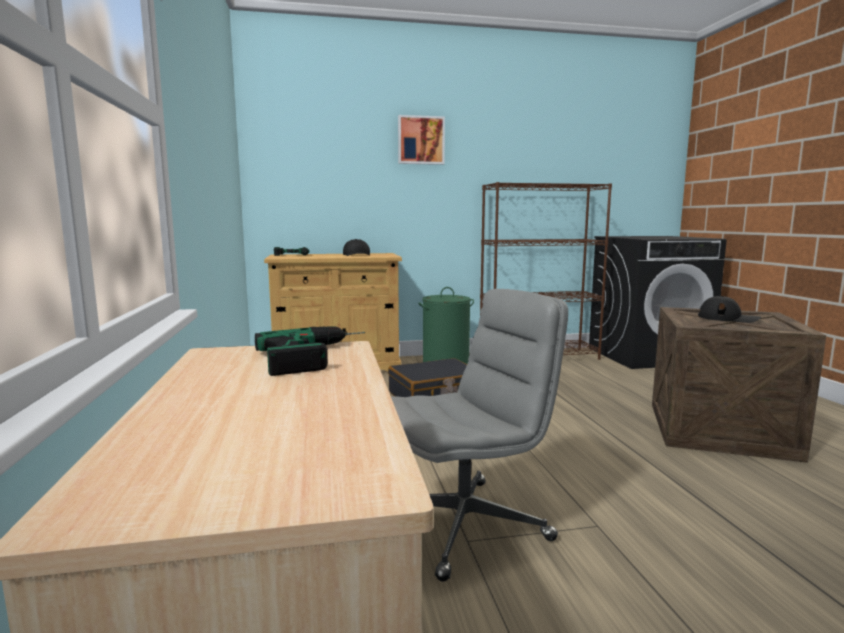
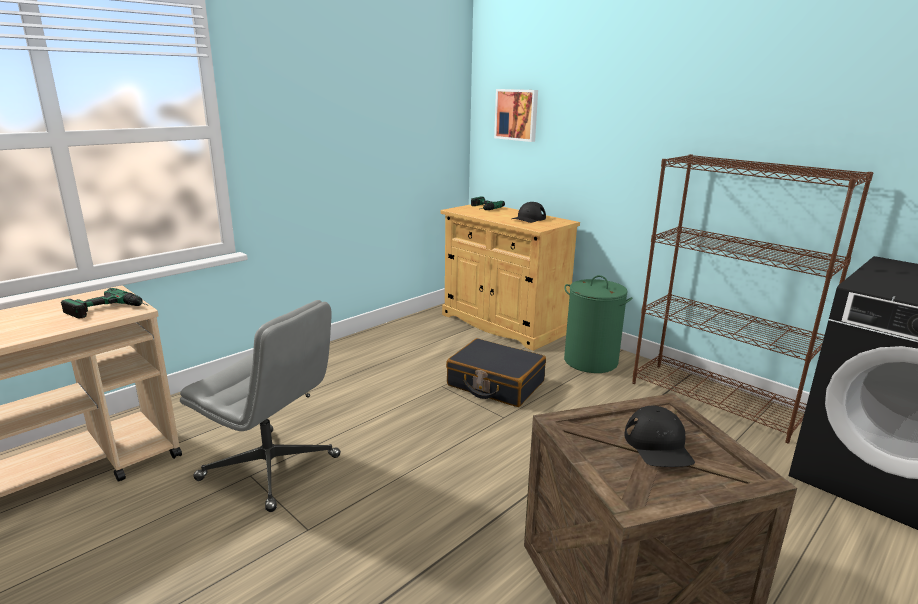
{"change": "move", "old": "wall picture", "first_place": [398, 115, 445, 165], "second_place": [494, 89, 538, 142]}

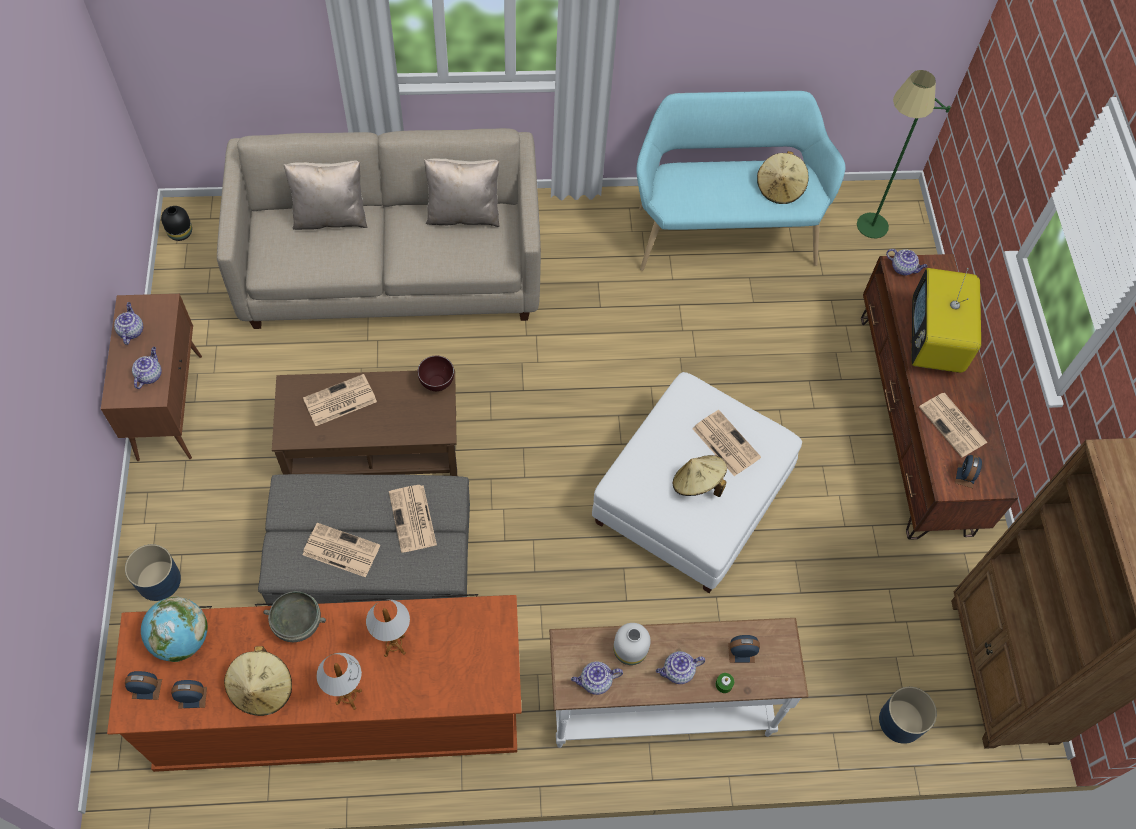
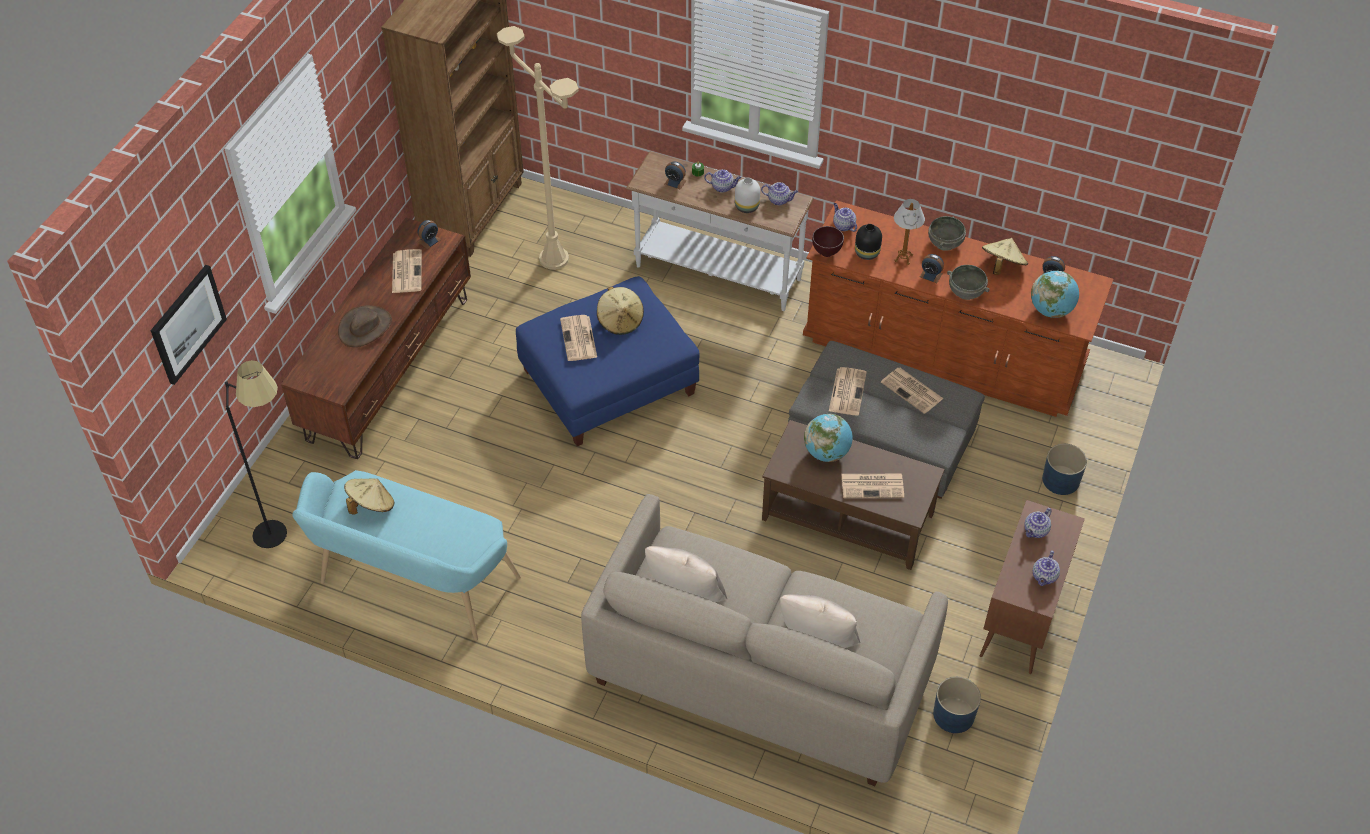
{"change": "recolor", "old": "greenish floor lamp", "new": "black floor lamp", "first_place": [857, 70, 951, 238], "second_place": [225, 360, 287, 548]}
{"change": "move", "old": "black flower vase", "first_place": [161, 206, 192, 241], "second_place": [855, 224, 882, 260]}
{"change": "move", "old": "teapot", "first_place": [886, 249, 928, 276], "second_place": [833, 203, 857, 232]}
{"change": "replace", "old": "TV", "new": "brown-coloured hat", "first_place": [911, 268, 981, 373], "second_place": [338, 305, 392, 347]}
{"change": "move", "old": "brown-coloured deep dish", "first_place": [418, 356, 454, 391], "second_place": [812, 226, 844, 257]}
{"change": "recolor", "old": "white-coloured pouffe", "new": "bluish pouffe", "first_place": [592, 372, 802, 593], "second_place": [516, 276, 700, 446]}
{"change": "replace", "old": "tabletop lamp", "new": "greyish deep dish", "first_place": [316, 653, 362, 710], "second_place": [928, 216, 966, 251]}
{"change": "move", "old": "alarm clock", "first_place": [125, 671, 162, 700], "second_place": [920, 254, 944, 283]}
{"change": "move", "old": "bluish planter", "first_place": [879, 687, 937, 744], "second_place": [933, 677, 981, 733]}
{"change": "insert", "new": "beige floor lamp", "second_place": [497, 26, 579, 270]}
{"change": "insert", "new": "wall picture", "second_place": [151, 265, 227, 385]}
{"change": "insert", "new": "desk globe", "second_place": [804, 414, 853, 462]}

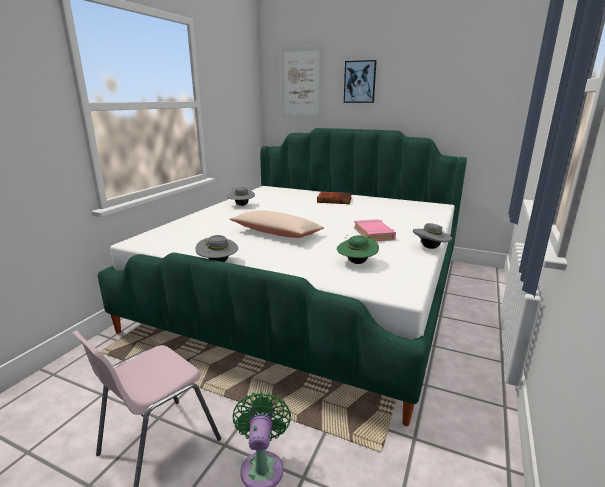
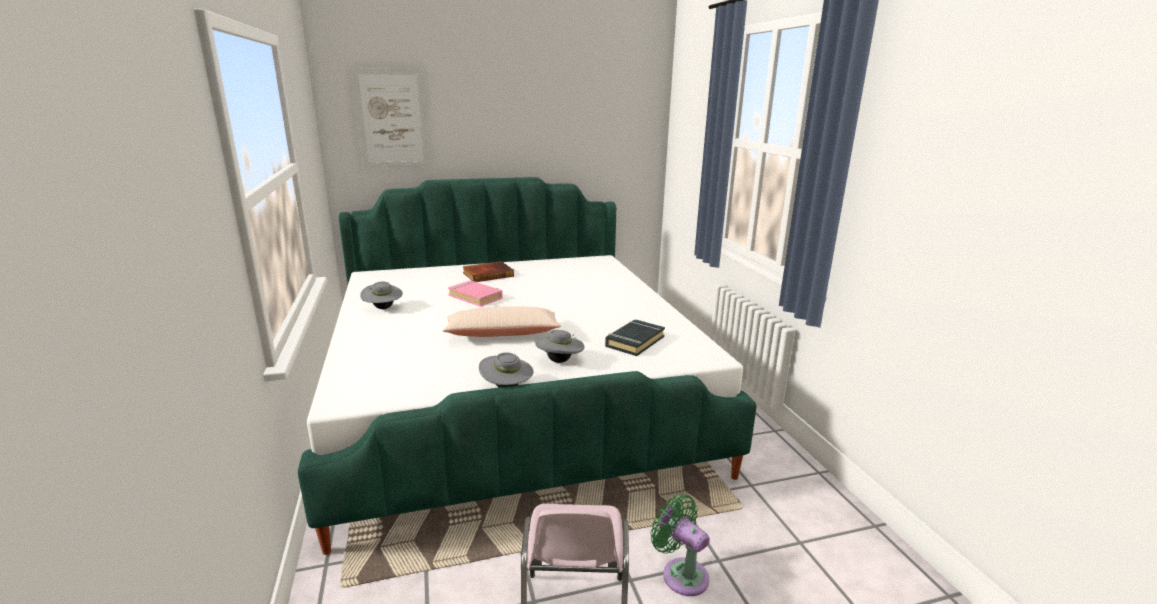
{"change": "delete", "old": "wall picture", "first_place": [344, 60, 377, 103]}
{"change": "move", "old": "pink volume", "first_place": [354, 219, 396, 242], "second_place": [448, 280, 503, 307]}
{"change": "move", "old": "greyish hat", "first_place": [413, 223, 452, 249], "second_place": [535, 330, 584, 363]}
{"change": "replace", "old": "greenish hat", "new": "black volume", "first_place": [337, 235, 379, 264], "second_place": [605, 319, 665, 356]}

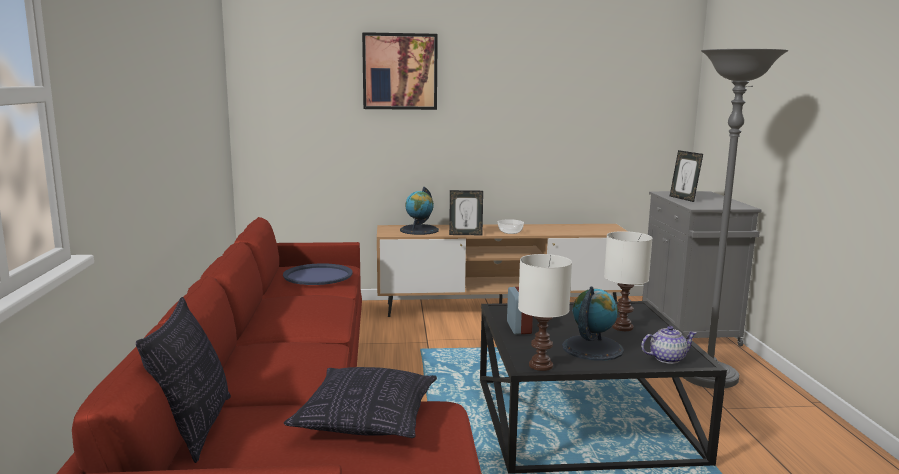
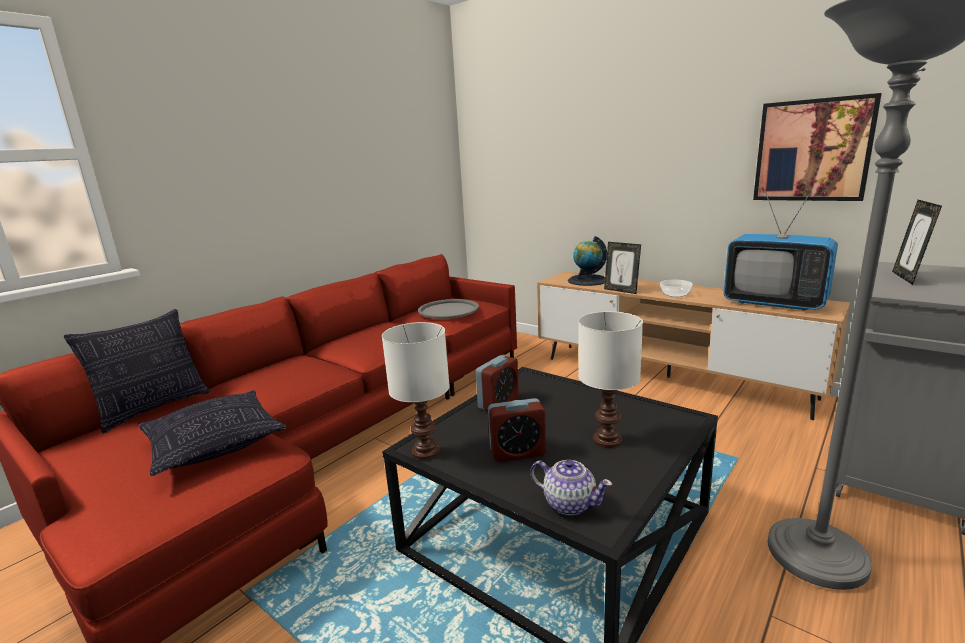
{"change": "move", "old": "wall picture", "first_place": [362, 32, 438, 110], "second_place": [753, 93, 882, 201]}
{"change": "recolor", "old": "bluish serving tray", "new": "greyish serving tray", "first_place": [283, 263, 353, 285], "second_place": [418, 299, 479, 319]}
{"change": "replace", "old": "desk globe", "new": "alarm clock", "first_place": [562, 287, 624, 361], "second_place": [488, 398, 546, 462]}
{"change": "insert", "new": "TV", "second_place": [724, 191, 838, 311]}

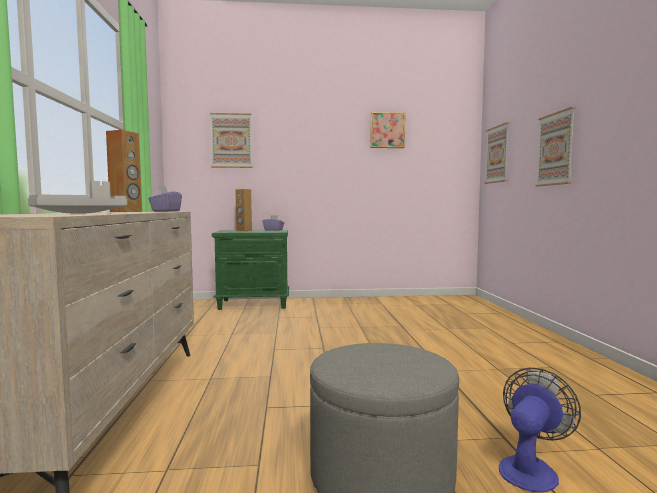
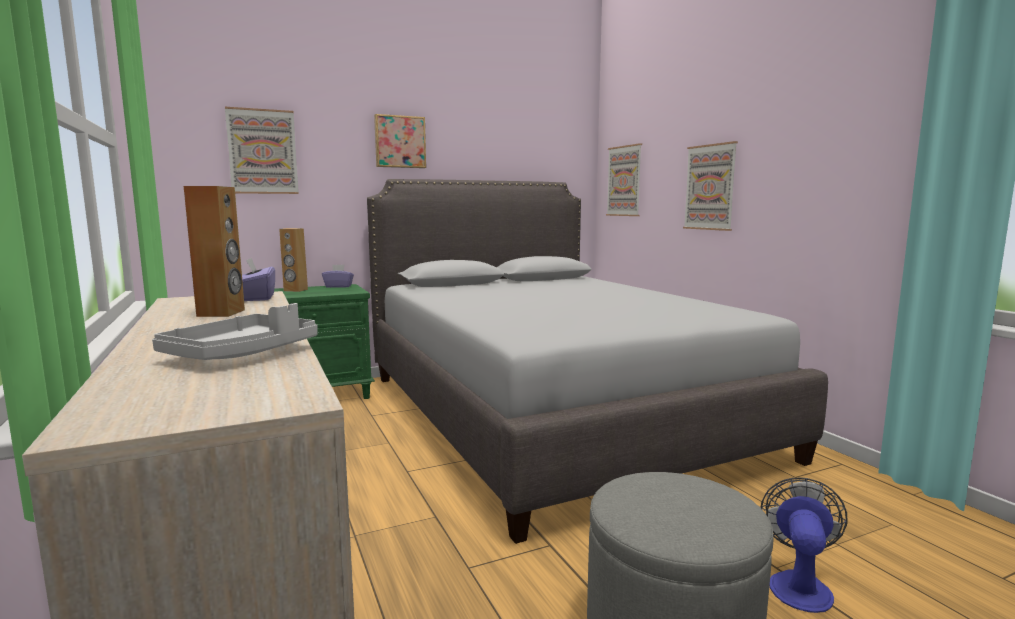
{"change": "move", "old": "wall picture", "first_place": [370, 112, 405, 148], "second_place": [374, 114, 426, 168]}
{"change": "insert", "new": "greyish sleeping bed", "second_place": [367, 179, 828, 544]}

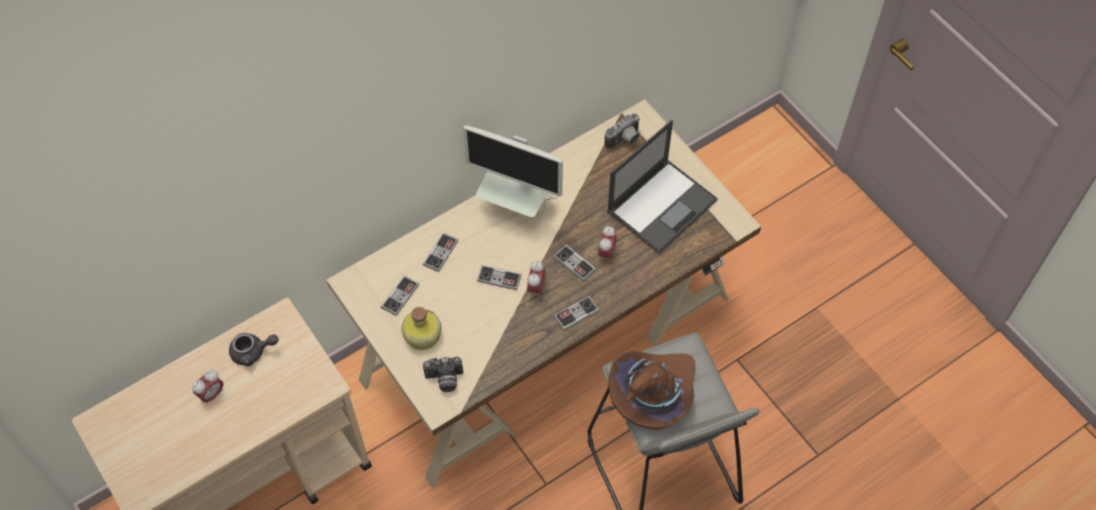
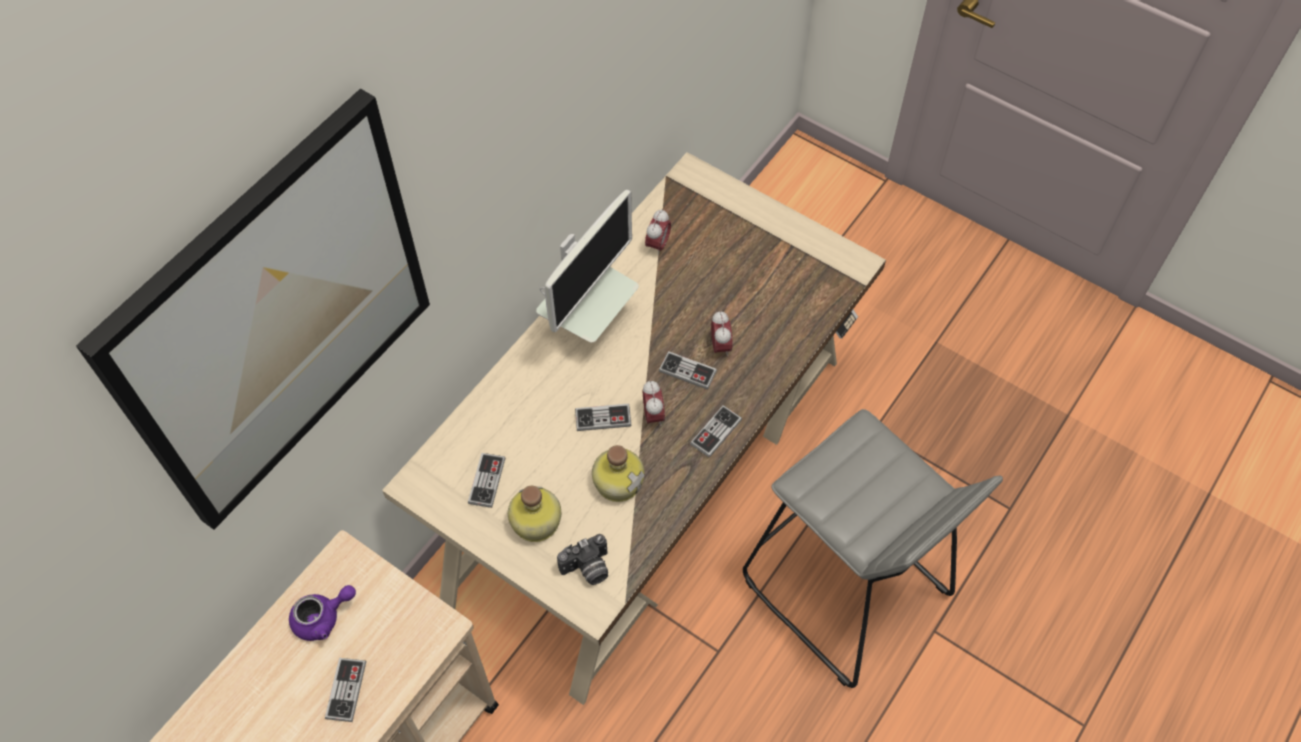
{"change": "delete", "old": "still camera", "first_place": [605, 114, 640, 149]}
{"change": "delete", "old": "portable computer", "first_place": [607, 120, 718, 253]}
{"change": "rotate", "old": "computer screen", "first_place": [463, 125, 563, 217], "second_place": [536, 190, 639, 342], "degrees": -60}
{"change": "move", "old": "joypad", "first_place": [423, 232, 458, 272], "second_place": [325, 658, 366, 722]}
{"change": "recolor", "old": "greyish teapot", "new": "purple-coloured teapot", "first_place": [229, 333, 279, 366], "second_place": [289, 585, 356, 641]}
{"change": "delete", "old": "brown-coloured hat", "first_place": [609, 351, 695, 430]}
{"change": "move", "old": "alarm clock", "first_place": [192, 369, 223, 405], "second_place": [645, 209, 671, 256]}
{"change": "insert", "new": "wall picture", "second_place": [76, 89, 430, 530]}
{"change": "insert", "new": "bottle", "second_place": [592, 445, 645, 502]}

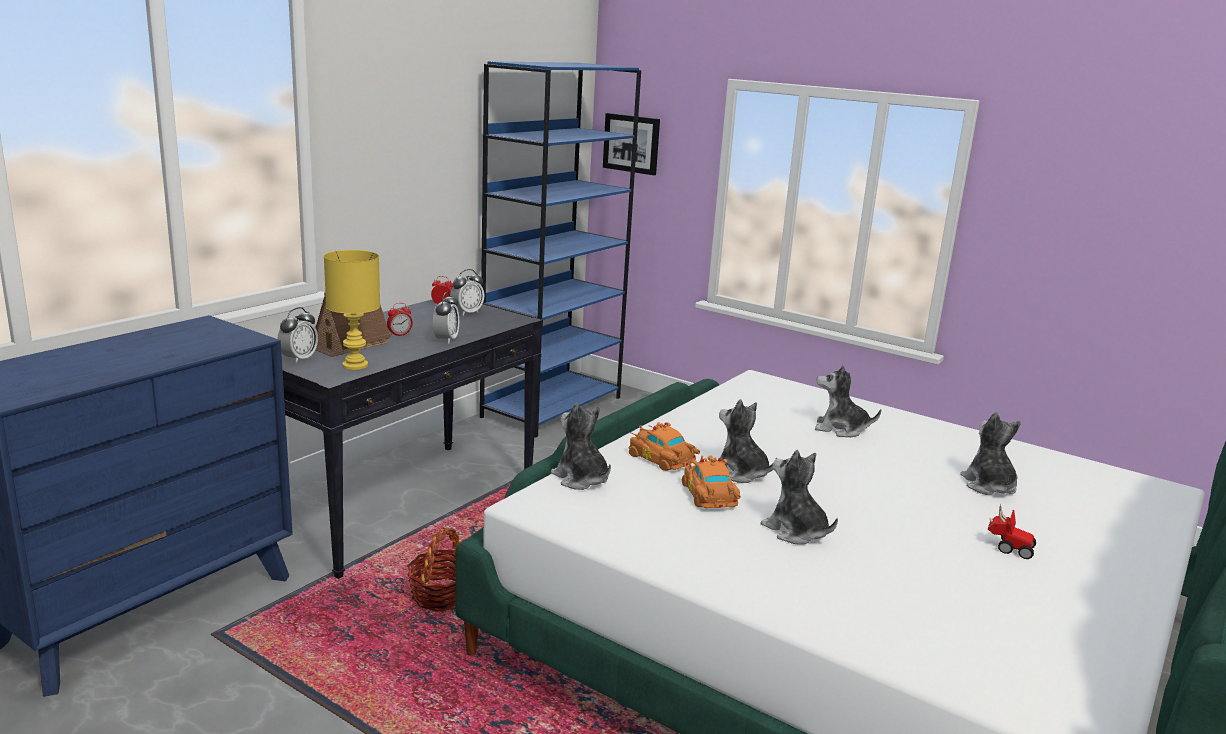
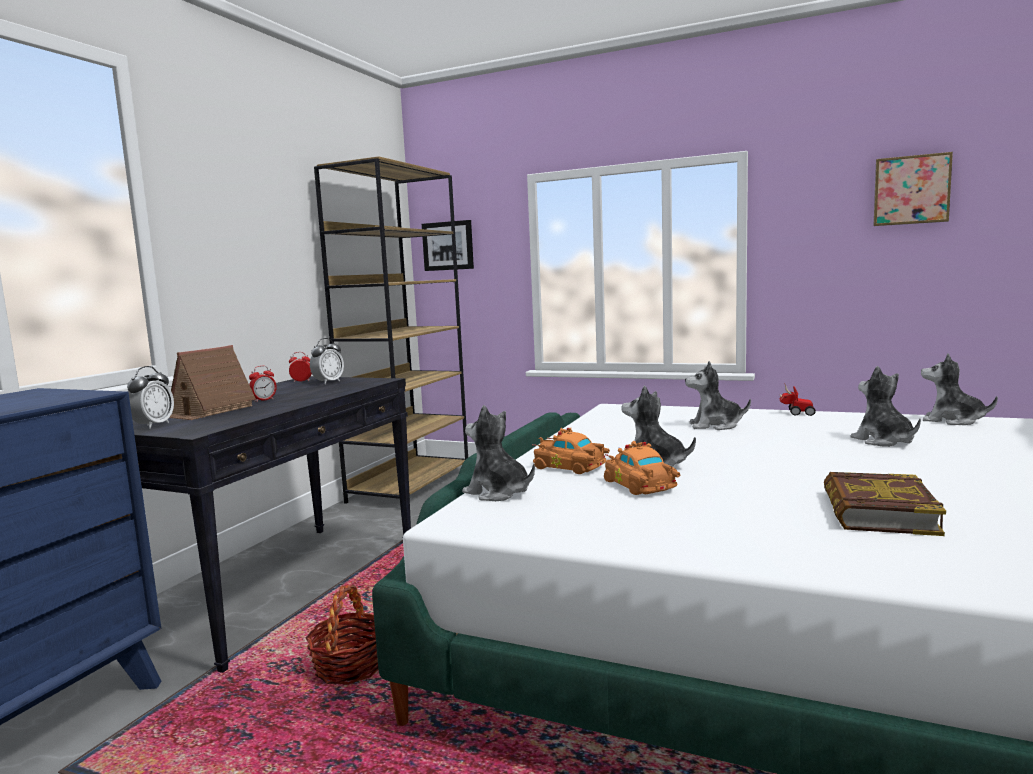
{"change": "recolor", "old": "bluish shelving unit", "new": "brown-coloured shelving unit", "first_place": [480, 61, 641, 438], "second_place": [314, 156, 468, 504]}
{"change": "delete", "old": "yellow tabletop lamp", "first_place": [324, 250, 380, 370]}
{"change": "delete", "old": "alarm clock", "first_place": [433, 292, 459, 344]}
{"change": "move", "old": "plush toy", "first_place": [760, 450, 838, 545], "second_place": [921, 353, 998, 425]}
{"change": "move", "old": "toy car", "first_place": [988, 504, 1036, 559], "second_place": [779, 383, 816, 416]}
{"change": "insert", "new": "wall picture", "second_place": [874, 152, 953, 226]}
{"change": "insert", "new": "volume", "second_place": [824, 472, 946, 536]}

